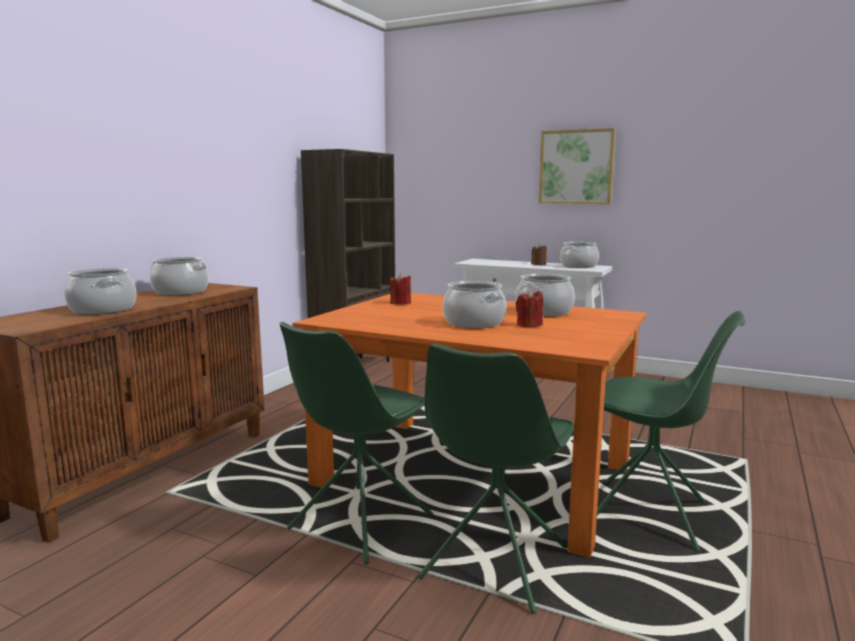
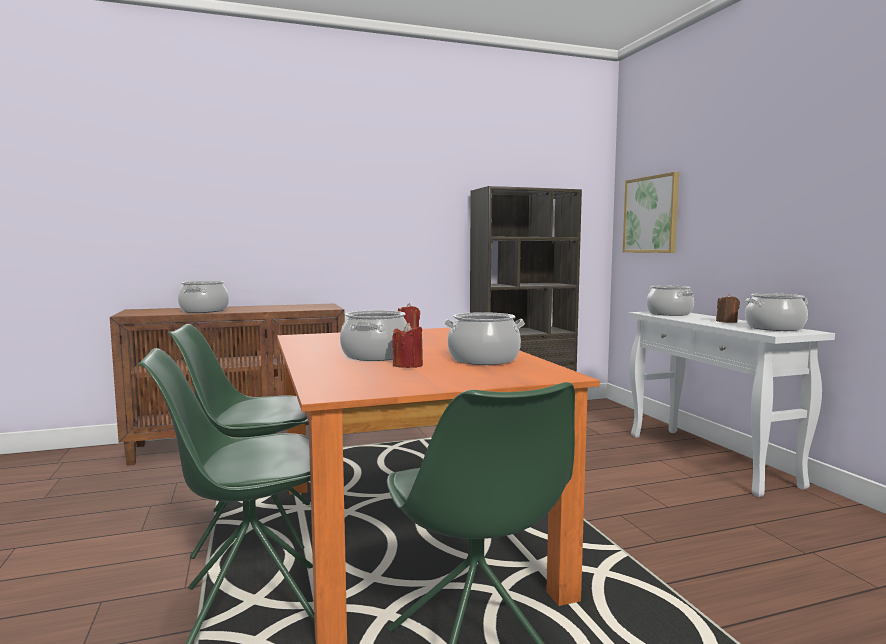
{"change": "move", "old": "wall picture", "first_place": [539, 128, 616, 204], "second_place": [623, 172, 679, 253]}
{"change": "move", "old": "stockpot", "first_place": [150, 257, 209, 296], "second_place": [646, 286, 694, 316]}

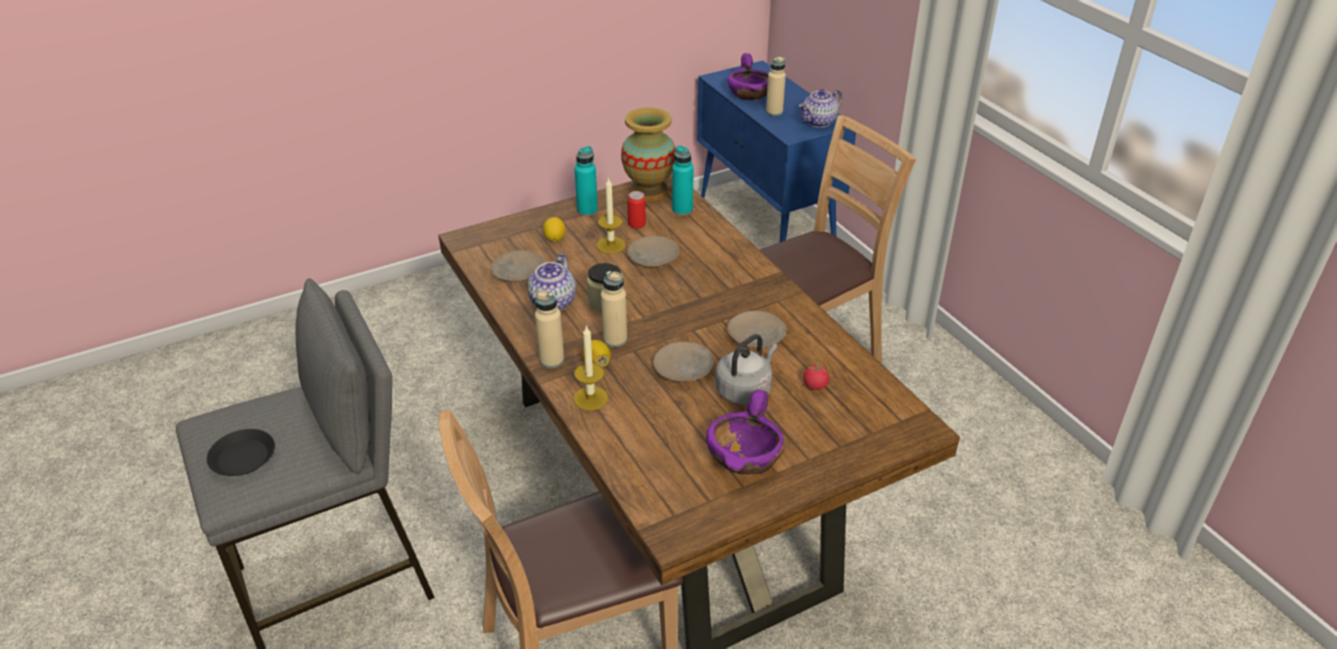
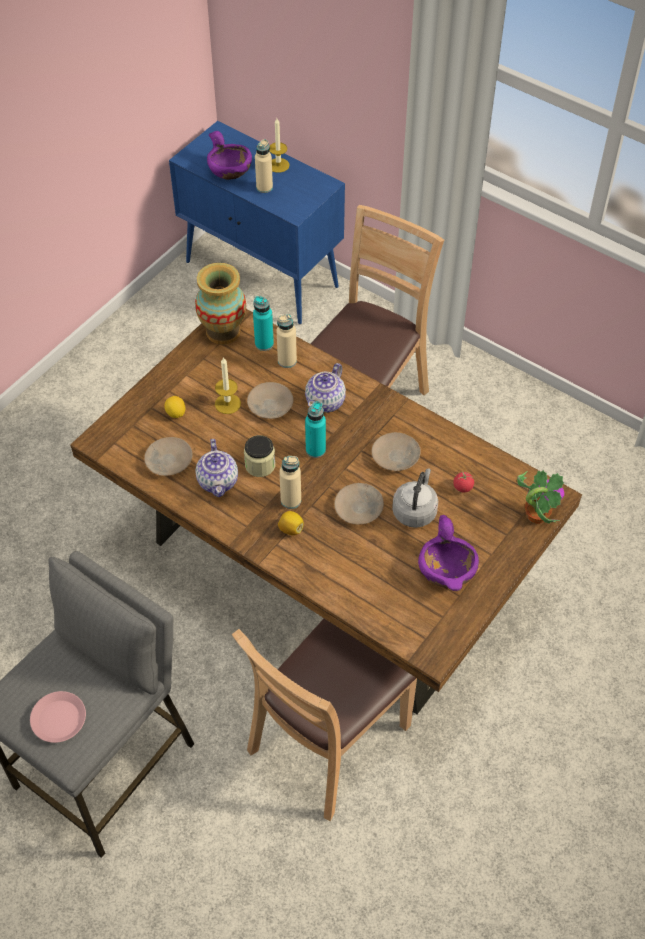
{"change": "move", "old": "teapot", "first_place": [799, 89, 843, 128], "second_place": [305, 363, 346, 413]}
{"change": "move", "old": "turquoise bottle", "first_place": [574, 146, 598, 216], "second_place": [305, 401, 326, 458]}
{"change": "delete", "old": "metal can", "first_place": [627, 191, 646, 229]}
{"change": "move", "old": "beige bottle", "first_place": [535, 290, 564, 368], "second_place": [277, 314, 297, 368]}
{"change": "move", "old": "wax candle", "first_place": [573, 325, 608, 411], "second_place": [270, 118, 289, 173]}
{"change": "recolor", "old": "black flat dish", "new": "pink flat dish", "first_place": [207, 429, 275, 476], "second_place": [30, 691, 86, 743]}
{"change": "insert", "new": "plant in a pot", "second_place": [517, 470, 564, 524]}

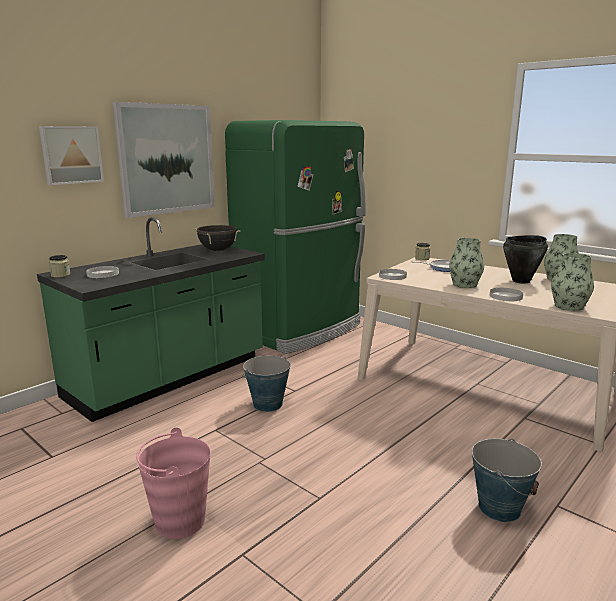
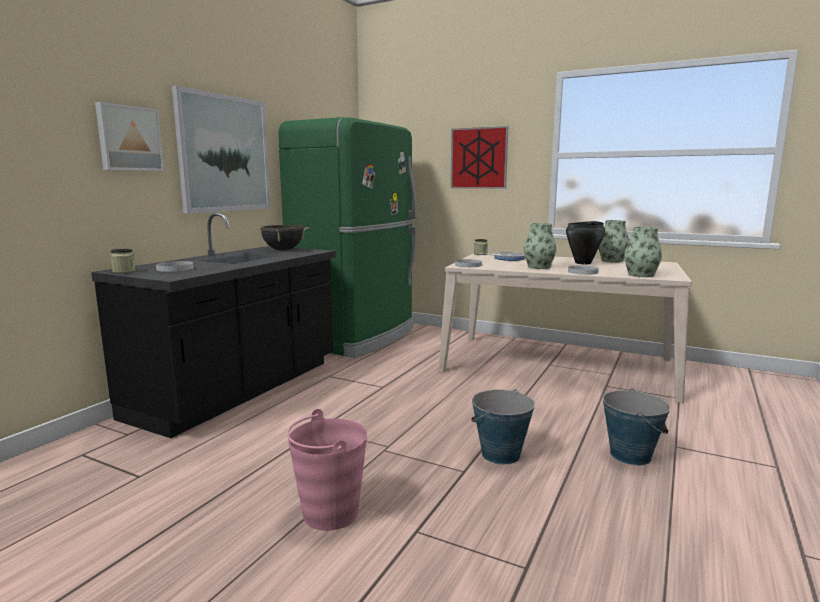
{"change": "recolor", "old": "greenish kitchen counter", "new": "black kitchen counter", "first_place": [37, 217, 265, 422], "second_place": [91, 213, 336, 438]}
{"change": "move", "old": "water bucket", "first_place": [242, 355, 291, 412], "second_place": [471, 389, 535, 464]}
{"change": "insert", "new": "wall picture", "second_place": [450, 126, 508, 188]}

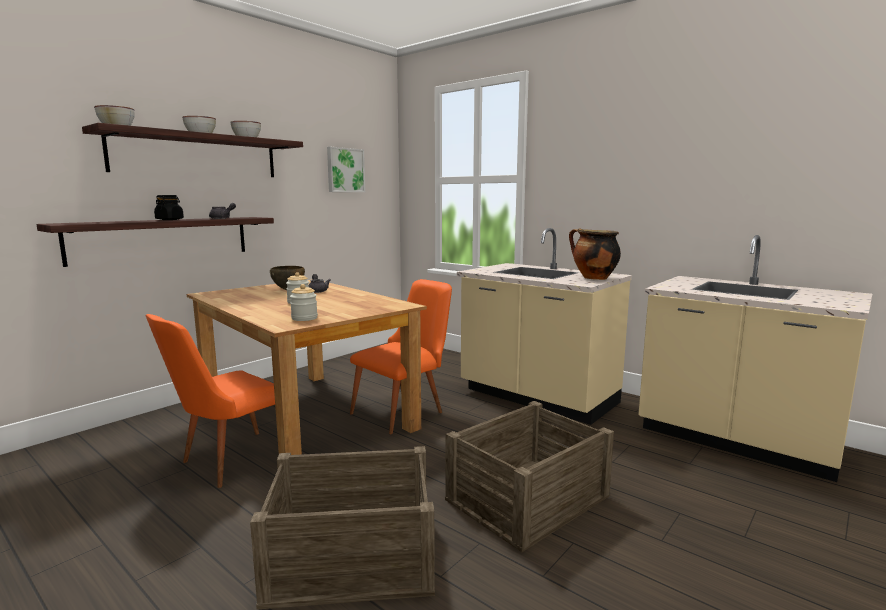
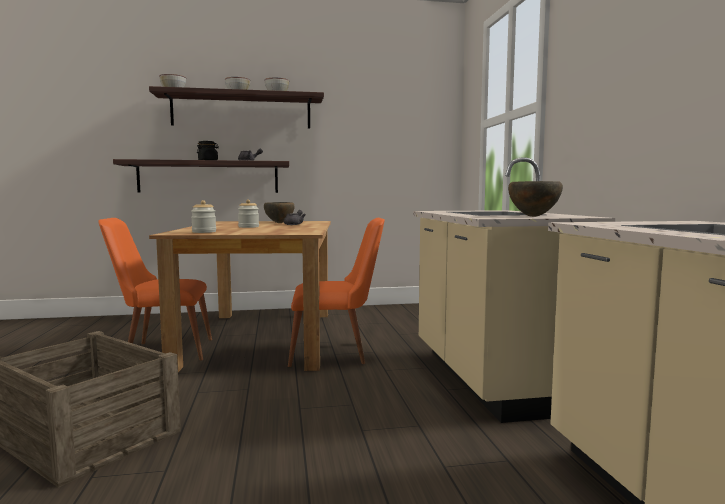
{"change": "delete", "old": "wall picture", "first_place": [327, 147, 365, 192]}
{"change": "replace", "old": "stockpot", "new": "brown-coloured deep dish", "first_place": [569, 228, 621, 280], "second_place": [508, 181, 563, 217]}
{"change": "delete", "old": "packing crate", "first_place": [445, 401, 614, 552]}

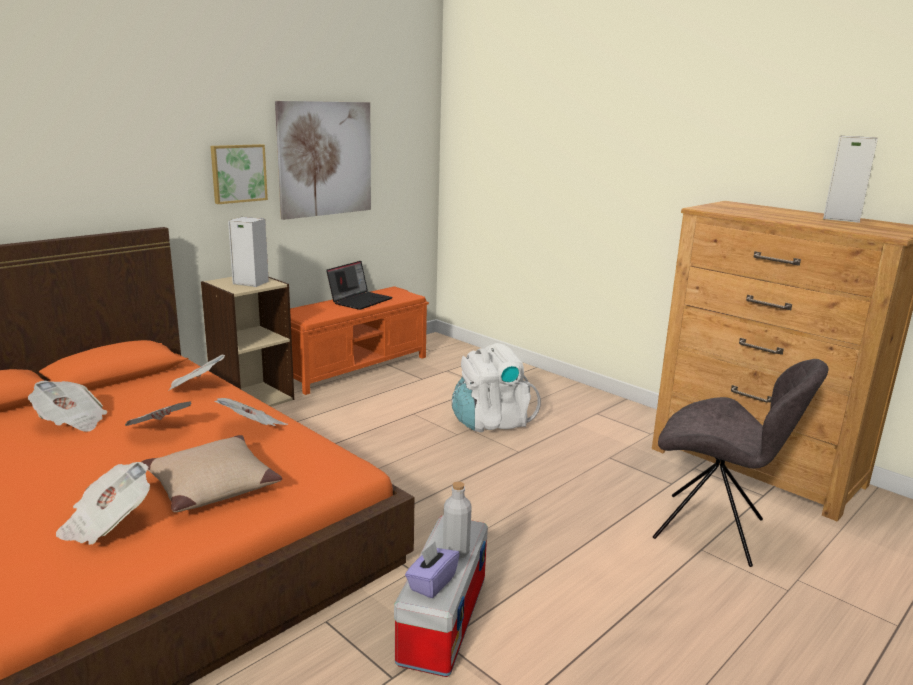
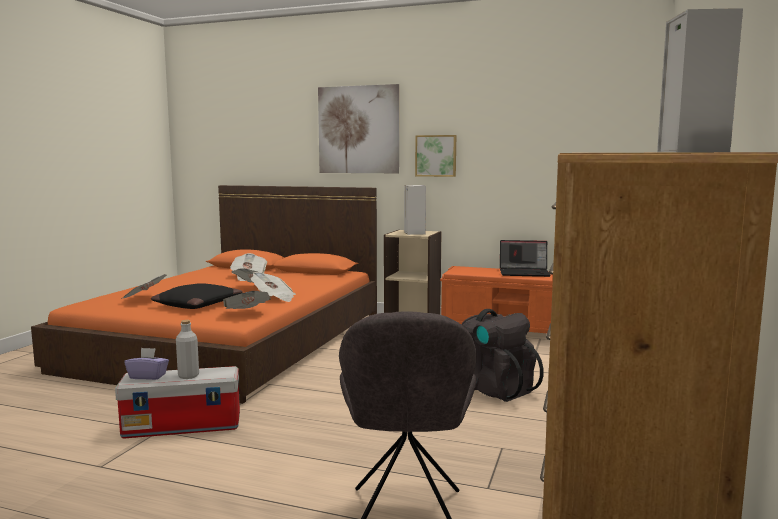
{"change": "move", "old": "wall picture", "first_place": [275, 101, 371, 220], "second_place": [318, 84, 399, 173]}
{"change": "recolor", "old": "white-coloured knapsack", "new": "black knapsack", "first_place": [452, 343, 541, 433], "second_place": [461, 309, 544, 402]}
{"change": "move", "old": "printed paper", "first_place": [168, 354, 225, 391], "second_place": [223, 291, 271, 309]}
{"change": "recolor", "old": "beige throw pillow", "new": "black throw pillow", "first_place": [141, 435, 282, 512], "second_place": [151, 283, 243, 309]}

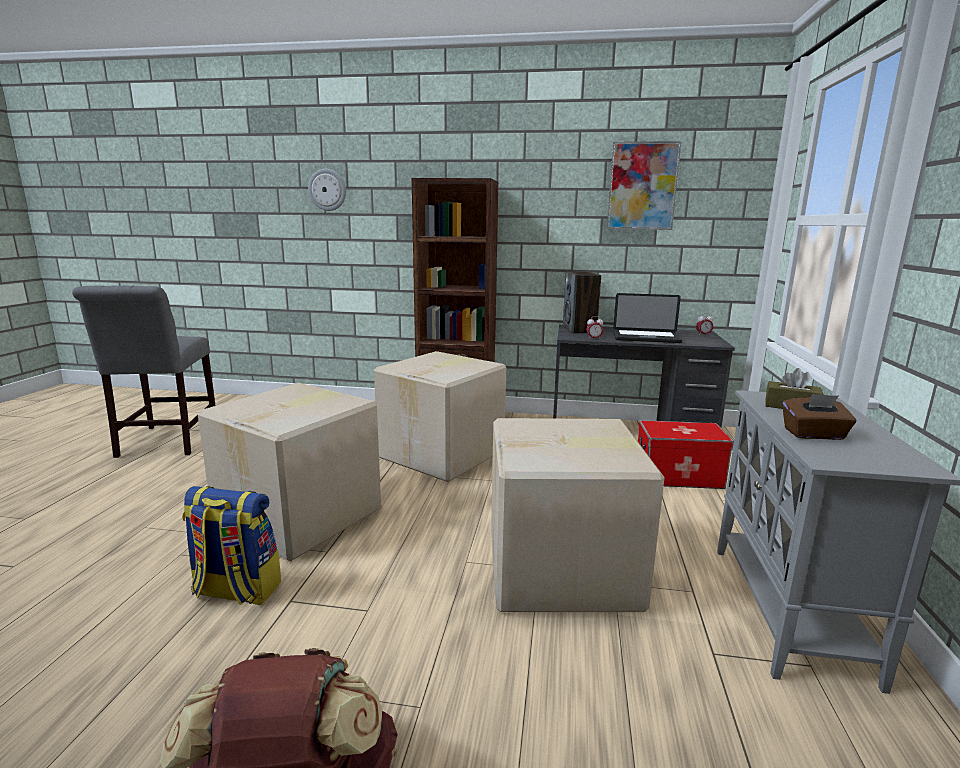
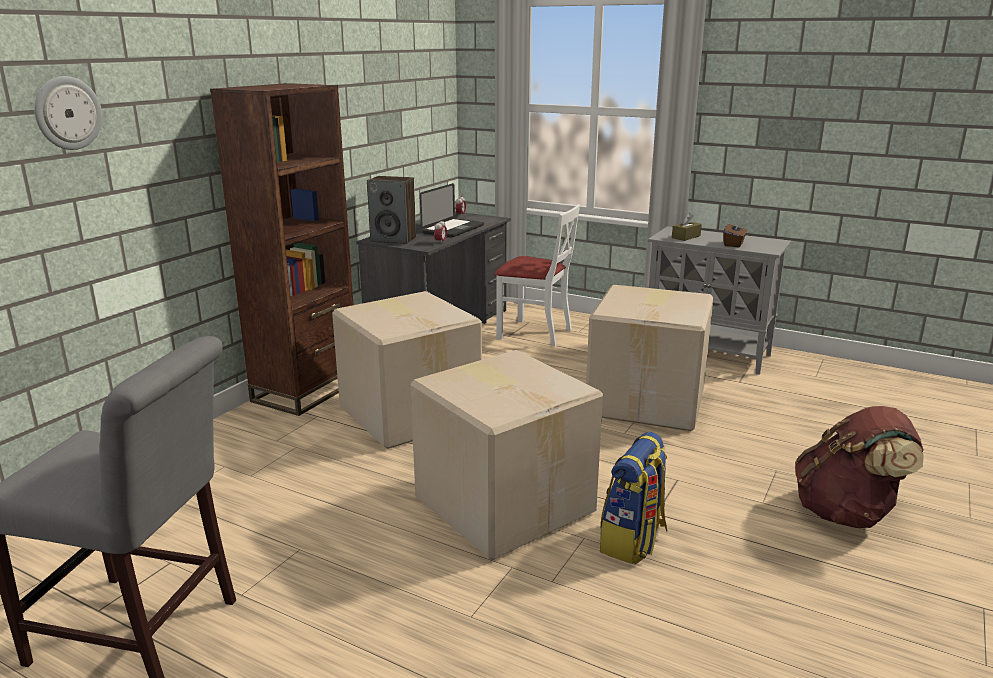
{"change": "delete", "old": "wall picture", "first_place": [607, 141, 682, 230]}
{"change": "replace", "old": "storage bin", "new": "white-coloured plain chair", "first_place": [638, 420, 734, 489], "second_place": [494, 204, 580, 347]}

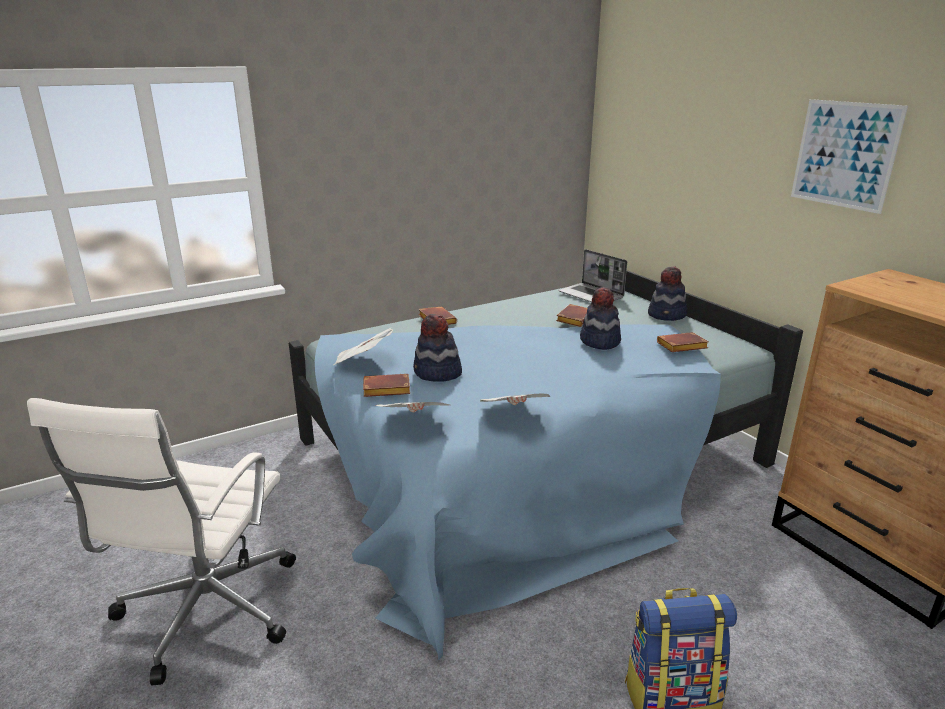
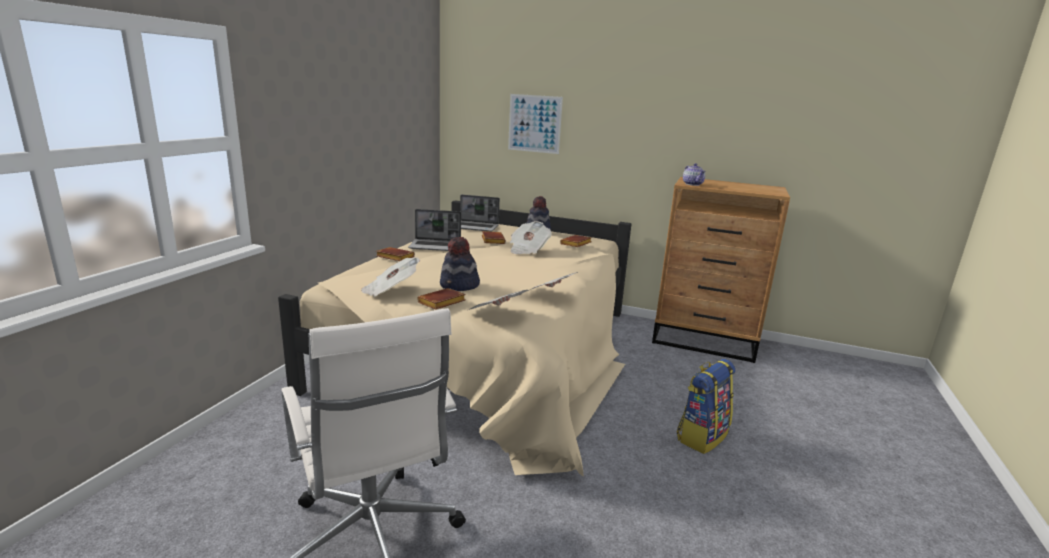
{"change": "move", "old": "wall picture", "first_place": [791, 99, 908, 214], "second_place": [508, 94, 563, 154]}
{"change": "recolor", "old": "bluish sleeping bed", "new": "beige sleeping bed", "first_place": [289, 270, 803, 661], "second_place": [278, 200, 631, 477]}
{"change": "replace", "old": "hat", "new": "printed paper", "first_place": [580, 287, 621, 350], "second_place": [510, 221, 552, 254]}
{"change": "insert", "new": "teapot", "second_place": [683, 163, 705, 186]}
{"change": "insert", "new": "portable computer", "second_place": [408, 209, 461, 251]}

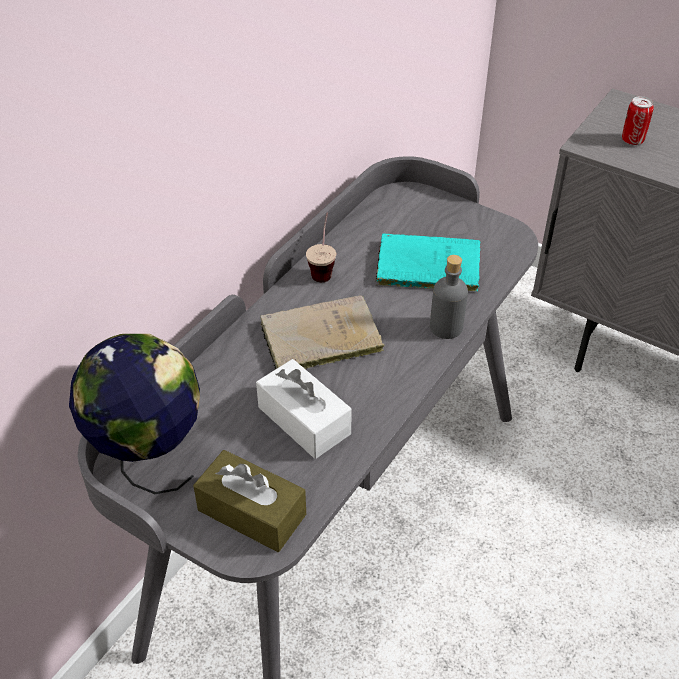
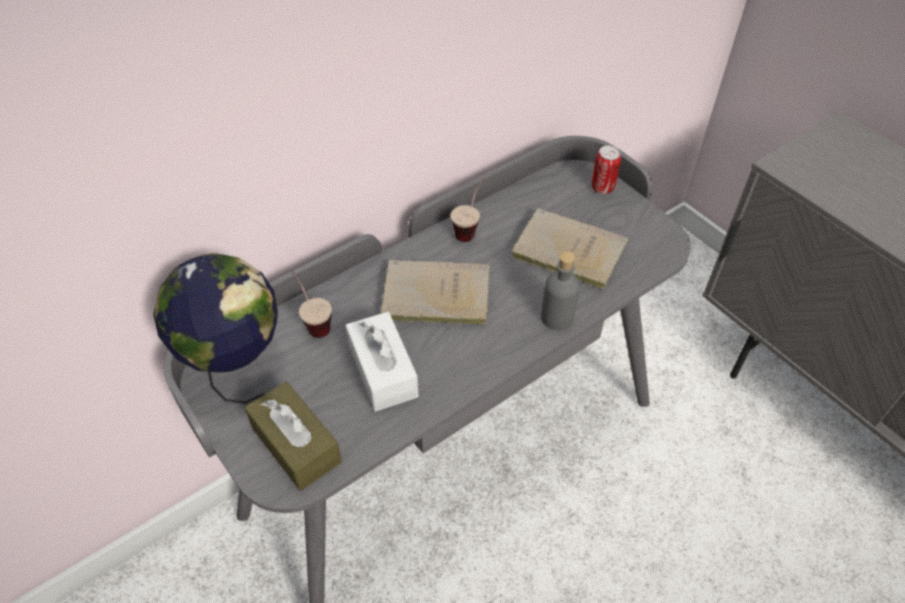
{"change": "move", "old": "metal can", "first_place": [622, 96, 654, 145], "second_place": [592, 145, 621, 194]}
{"change": "recolor", "old": "turquoise volume", "new": "beige volume", "first_place": [375, 233, 481, 291], "second_place": [509, 208, 629, 289]}
{"change": "insert", "new": "drinking cup", "second_place": [291, 269, 332, 338]}

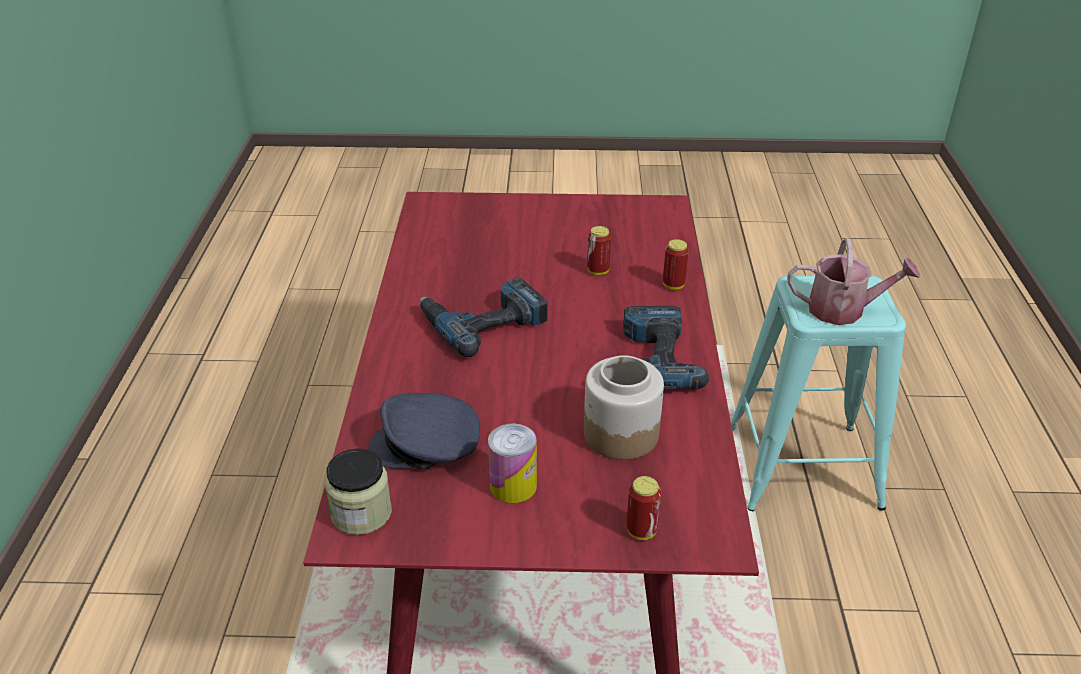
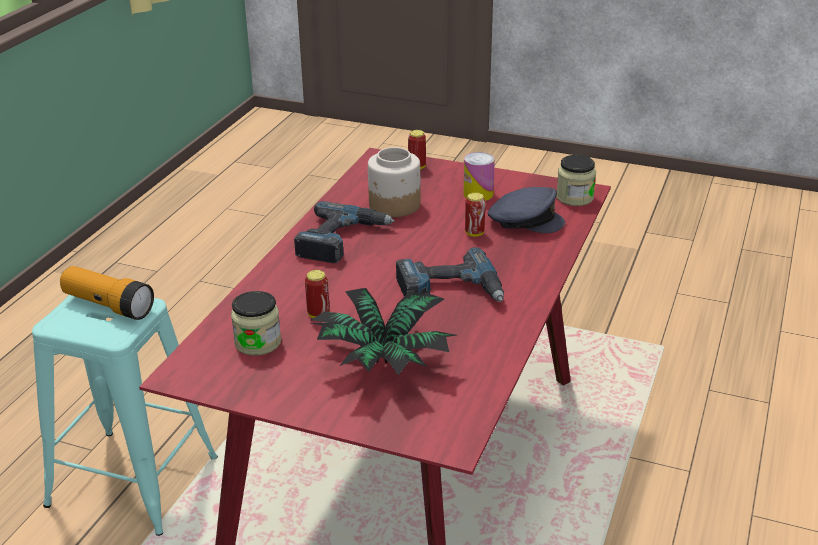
{"change": "replace", "old": "sprinkling can", "new": "hand torch", "first_place": [787, 238, 920, 325], "second_place": [60, 266, 154, 320]}
{"change": "move", "old": "metal can", "first_place": [663, 239, 689, 290], "second_place": [465, 193, 485, 237]}
{"change": "insert", "new": "plant in a pot", "second_place": [311, 288, 456, 375]}
{"change": "insert", "new": "storage jar", "second_place": [231, 291, 281, 356]}

